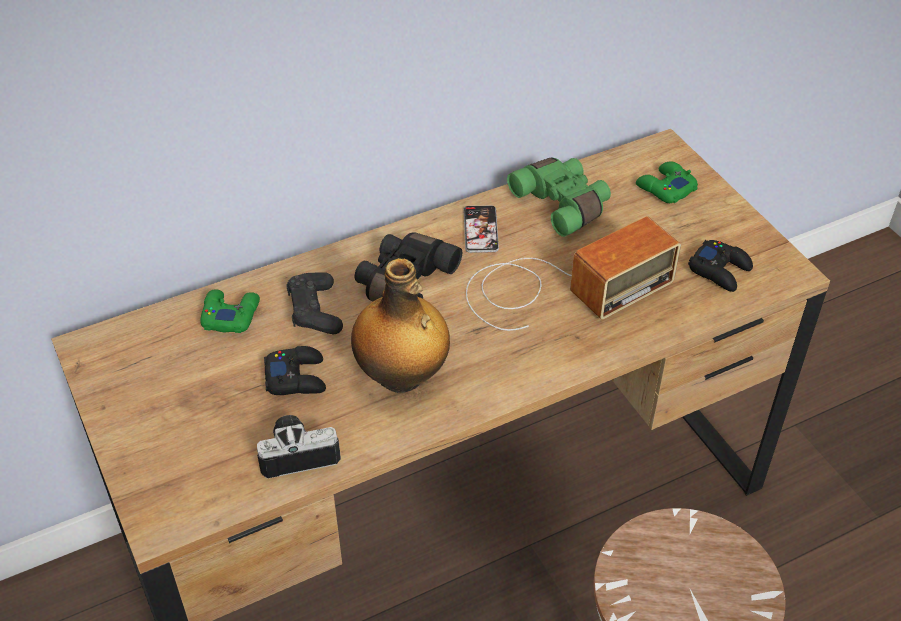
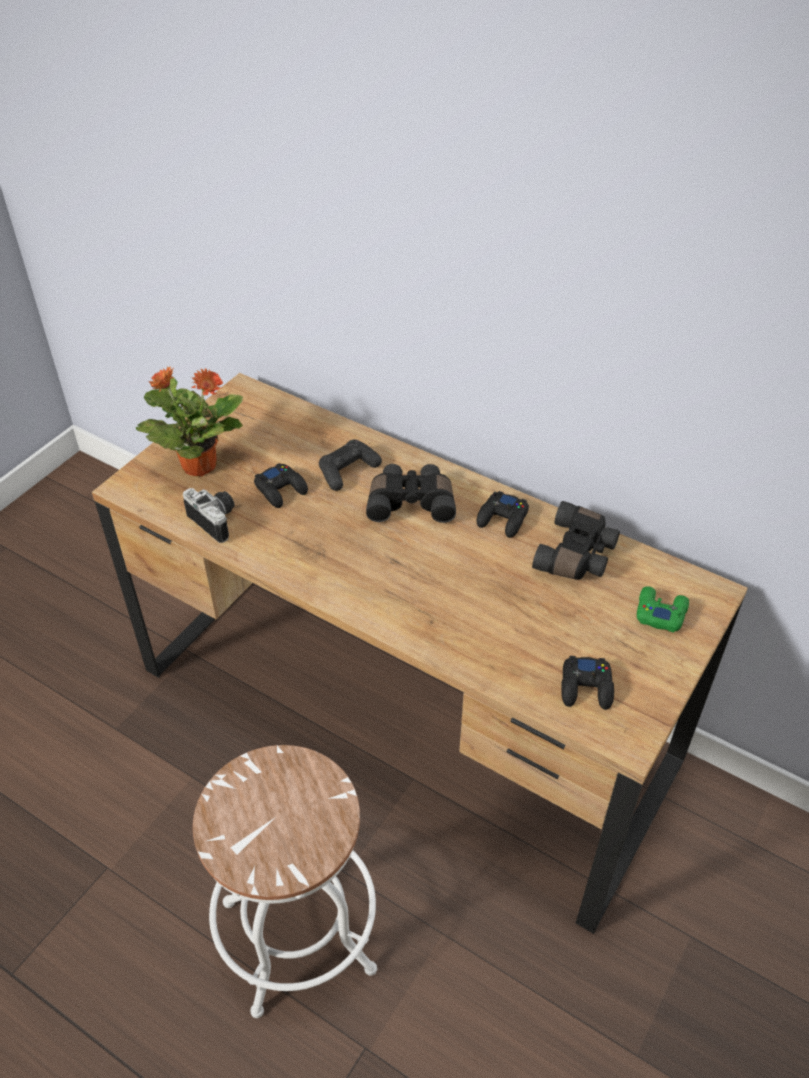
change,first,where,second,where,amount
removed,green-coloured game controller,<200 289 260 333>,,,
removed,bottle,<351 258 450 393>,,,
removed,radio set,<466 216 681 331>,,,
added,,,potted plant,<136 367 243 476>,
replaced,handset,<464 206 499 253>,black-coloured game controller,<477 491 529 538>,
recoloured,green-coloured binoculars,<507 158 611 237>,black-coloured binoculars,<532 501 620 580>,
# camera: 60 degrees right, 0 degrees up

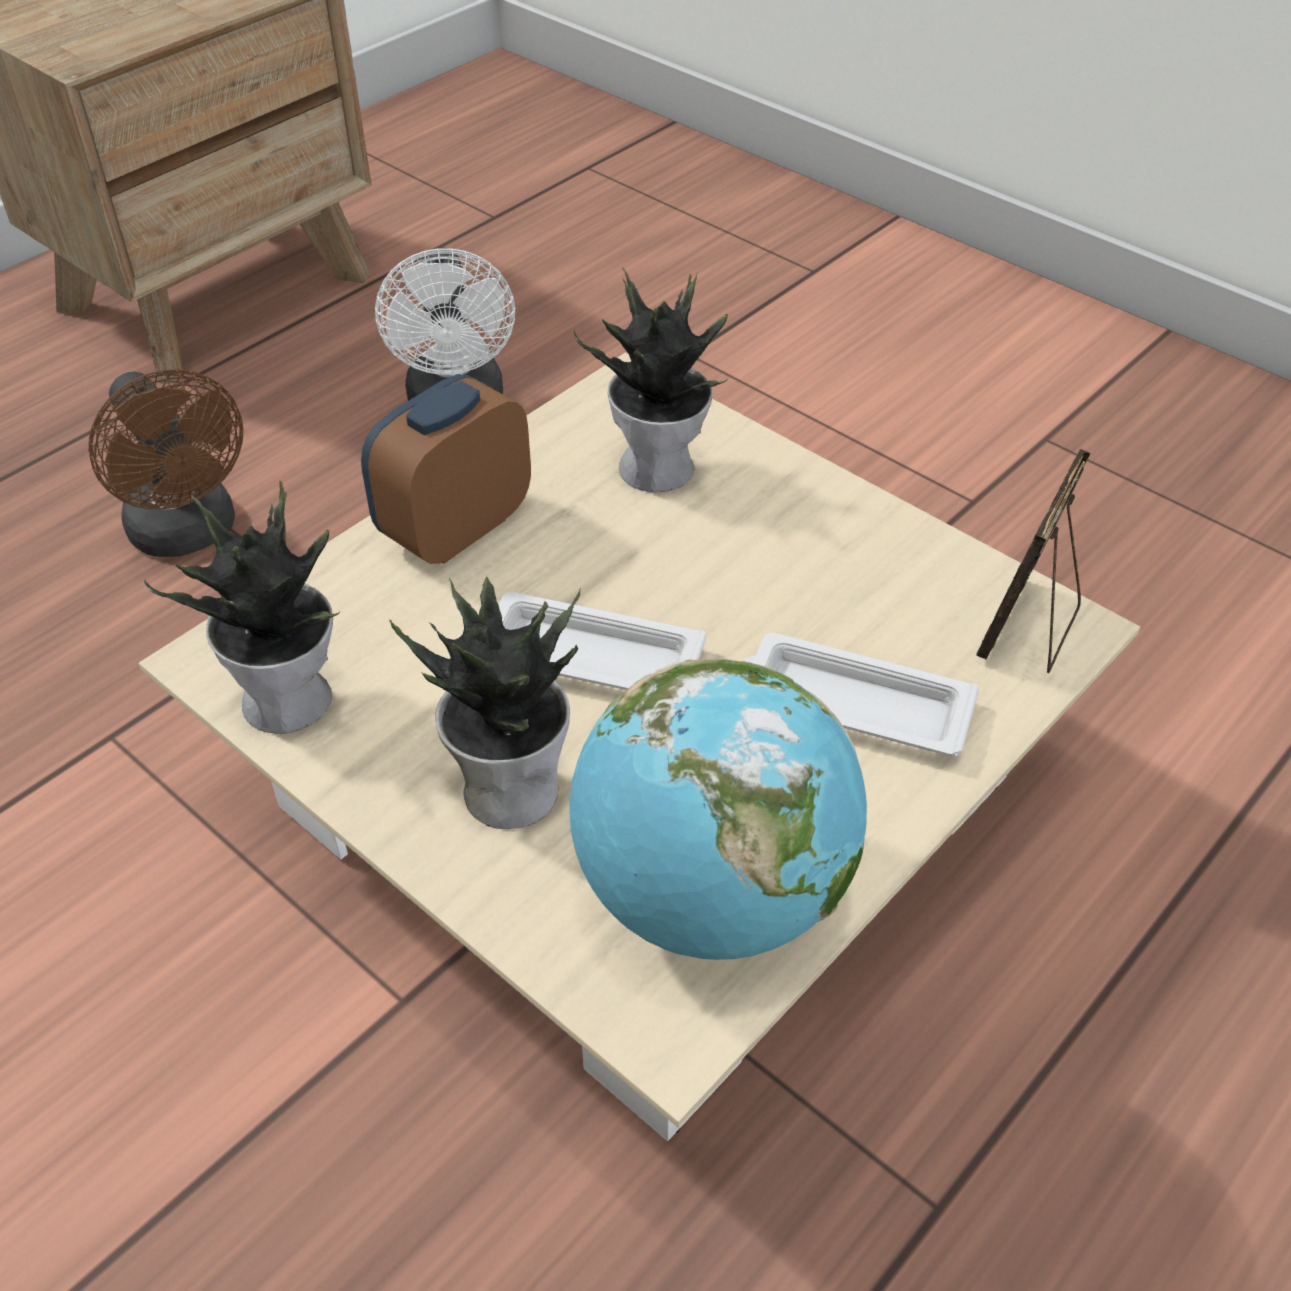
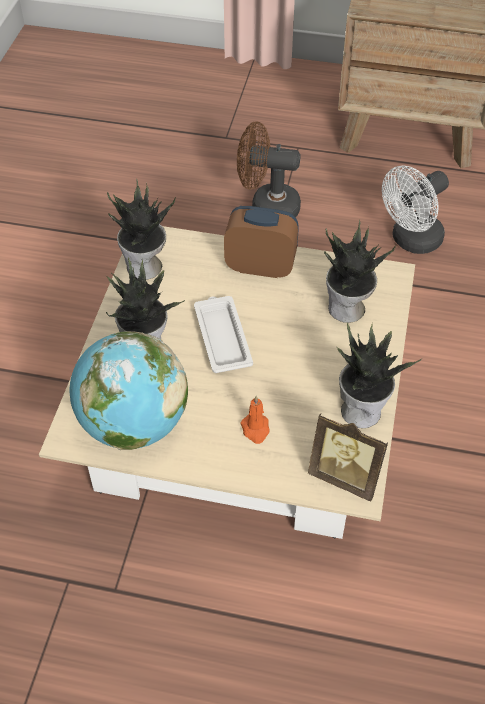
change,first,where,second,where,amount
added,,,potted plant,<337 323 422 428>,
replaced,whitish carrying tray,<743 633 979 757>,orangey wax candle,<240 395 270 444>,
turned,brownish fan,<89 369 244 557>,,<237 121 301 217>,75 degrees clockwise
turned,picture frame,<976 449 1091 673>,,<308 413 388 502>,150 degrees counterclockwise
# camera: 60 degrees right, 5 degrees up

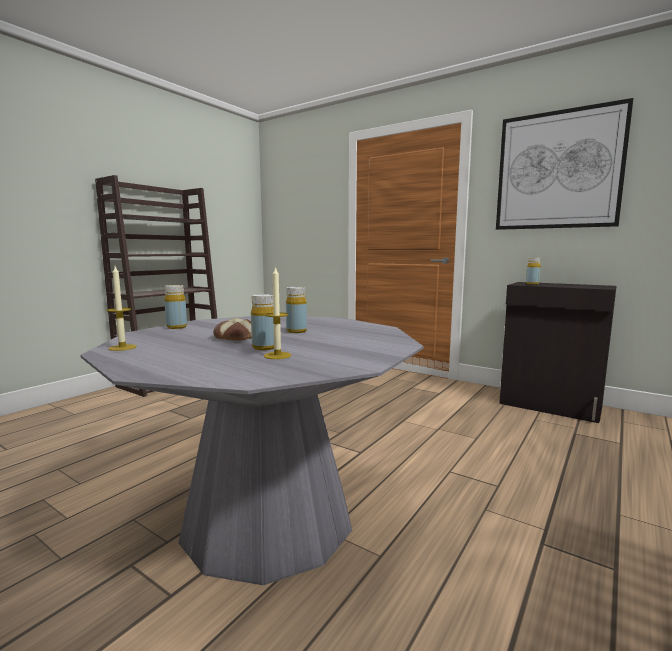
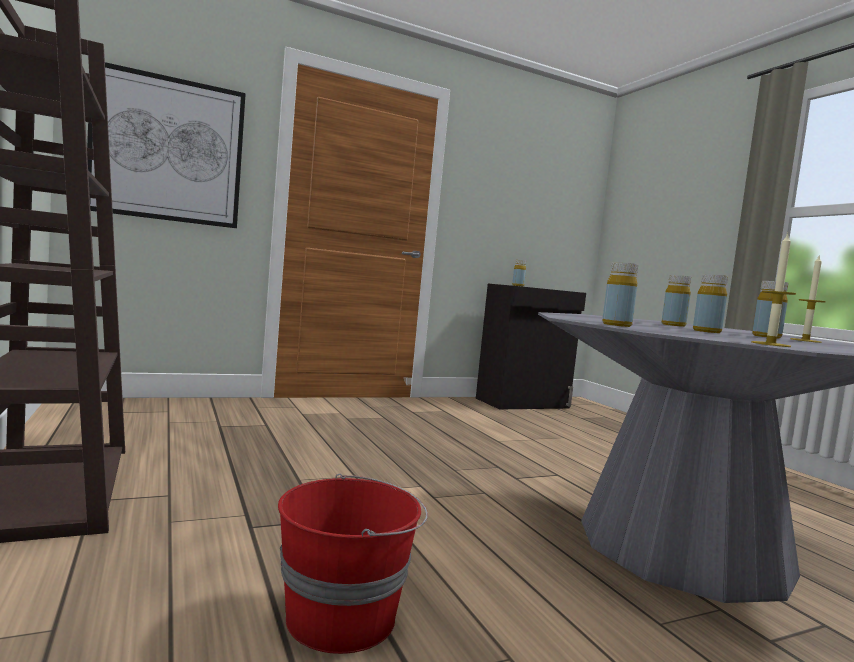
change,first,where,second,where,amount
added,,,red-coloured water bucket,<278 474 428 654>,
moved,wall picture,<496 98 633 230>,,<87 62 246 228>,
replaced,bread,<213 318 252 341>,yellow-coloured bottle,<693 274 728 333>,
# camera: 60 degrees left, 5 degrees down

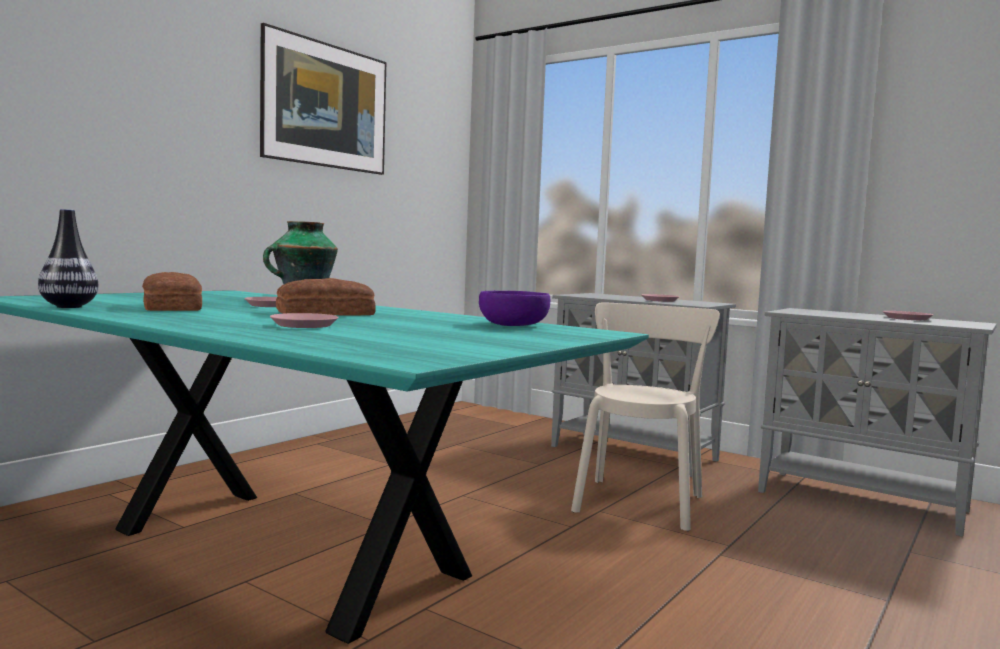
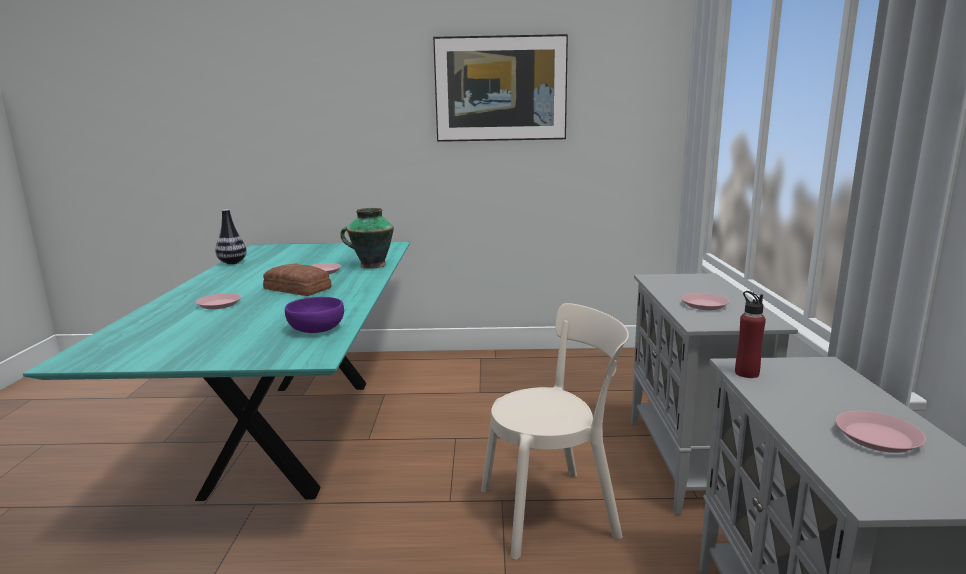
change,first,where,second,where,amount
removed,bread,<142 272 202 311>,,,
added,,,red-coloured bottle,<735 291 766 378>,
# camera: 55 degrees right, 10 degrees up

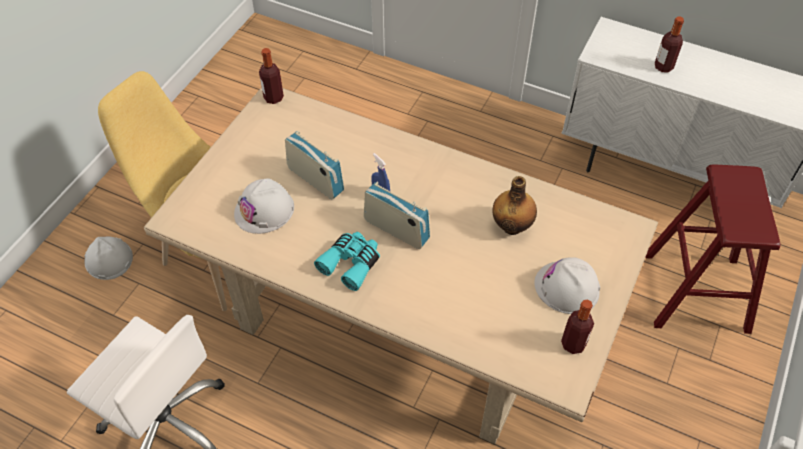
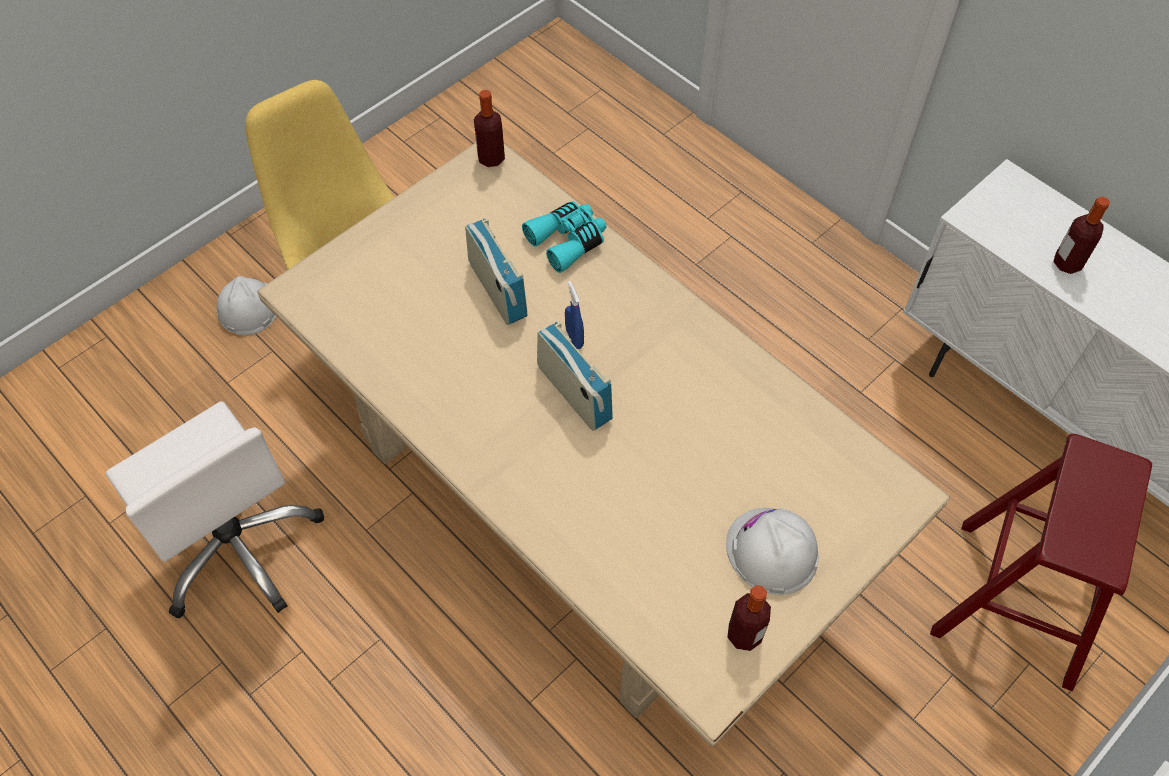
change,first,where,second,where,amount
removed,whitish hard hat,<234 178 294 234>,,,
removed,bottle,<492 176 537 235>,,,
moved,turquoise-coloured binoculars,<314 232 380 291>,,<522 202 607 273>,
# camera: 20 degrees right, 5 degrees up

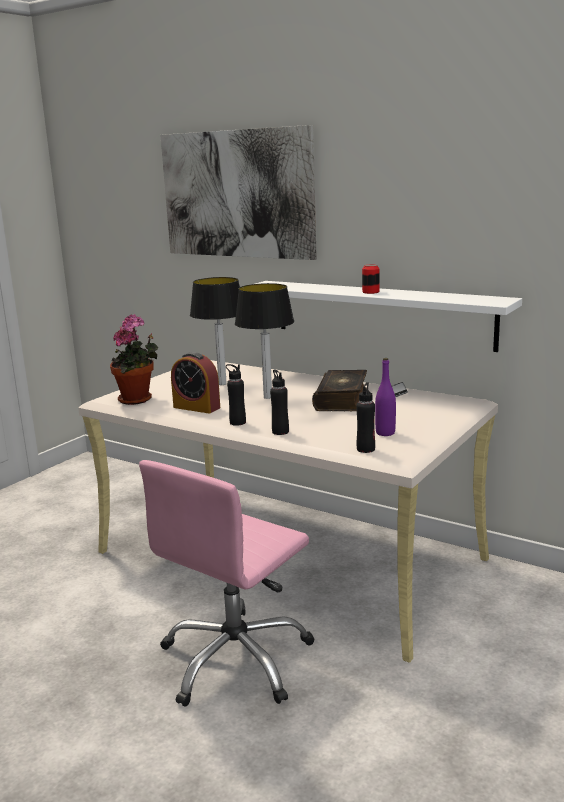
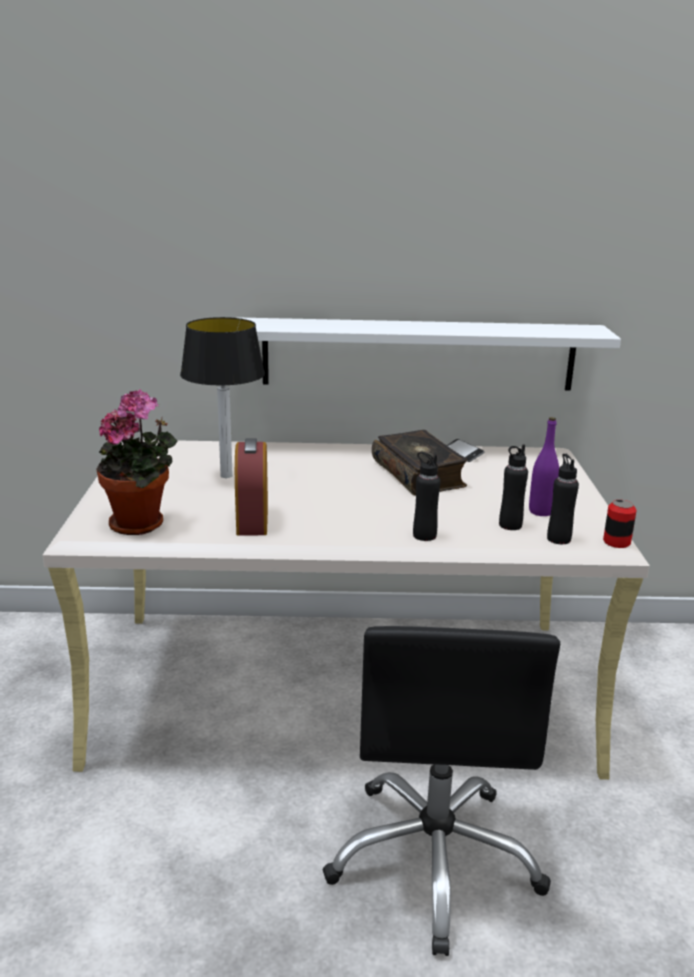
change,first,where,second,where,amount
removed,wall picture,<160 125 317 260>,,,
removed,lamp for a table,<235 283 294 399>,,,
moved,black-coloured bottle,<226 364 246 426>,,<499 444 528 530>,
moved,sealed can,<362 265 379 294>,,<603 500 637 548>,
recoloured,pink computer chair,<139 460 315 707>,black-coloured computer chair,<323 626 560 956>,
turned,alarm clock,<171 352 220 413>,,<235 438 268 536>,90 degrees clockwise
# camera: 35 degrees left, 5 degrees up

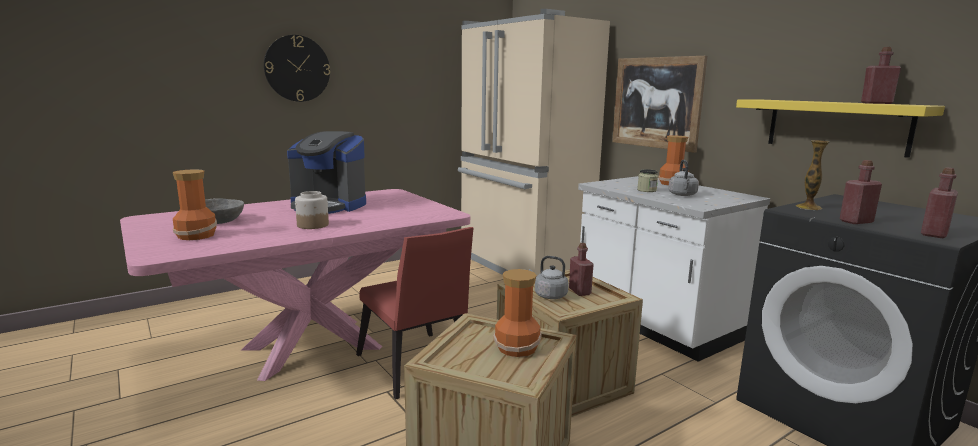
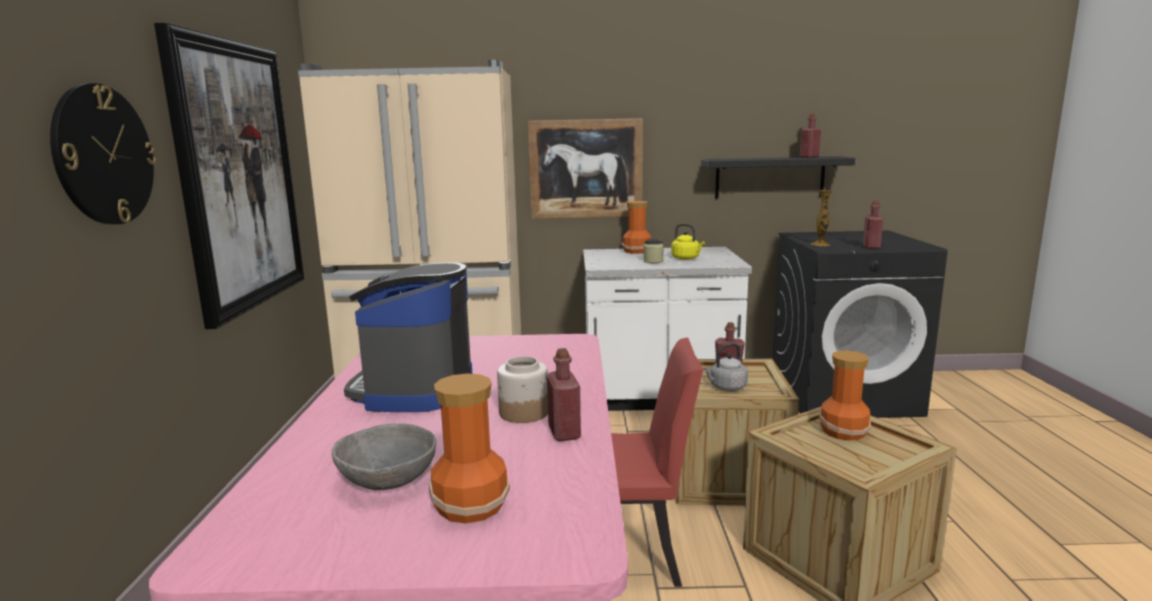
change,first,where,second,where,amount
added,,,wall picture,<154 23 304 329>,
moved,red-coloured bottle,<921 168 958 238>,,<547 348 581 441>,
recoloured,greyish kettle,<668 160 699 196>,yellow-coloured kettle,<671 224 705 260>,
recoloured,yellow-coloured shelf,<736 99 945 158>,black-coloured shelf,<702 156 855 198>,
turned,coffee machine,<287 131 366 214>,,<344 262 472 412>,135 degrees clockwise
# camera: 55 degrees left, 0 degrees up

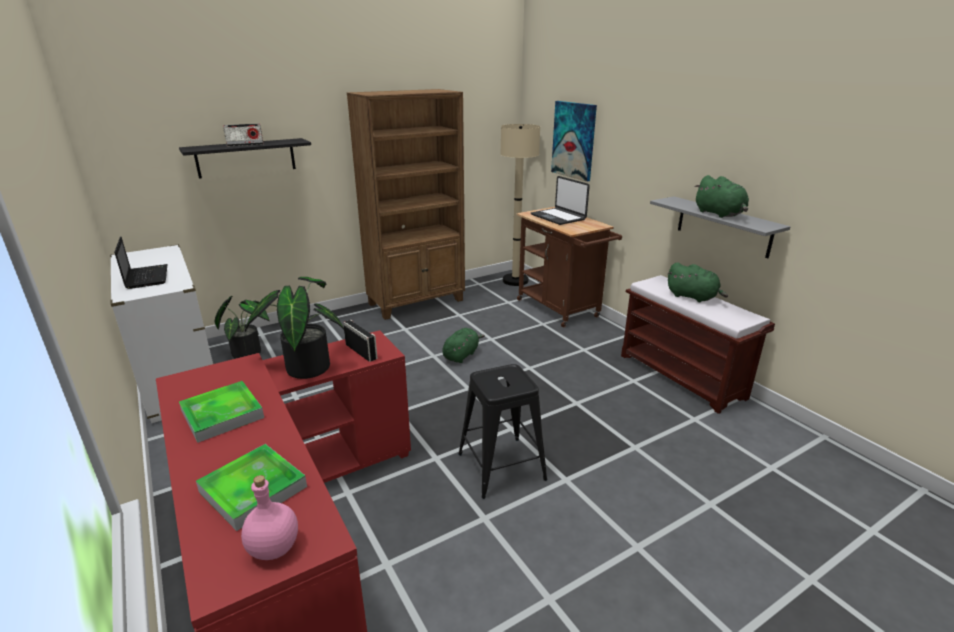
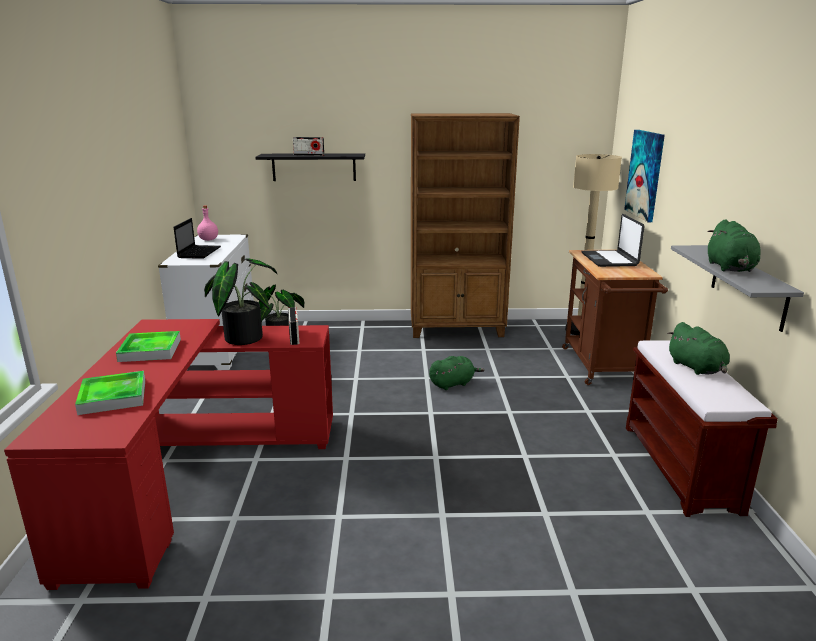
change,first,where,second,where,amount
removed,black-coloured sitting stool,<458 364 547 499>,,,
moved,pink bottle,<241 475 298 560>,,<197 206 218 241>,
# camera: 30 degrees right, 5 degrees down

